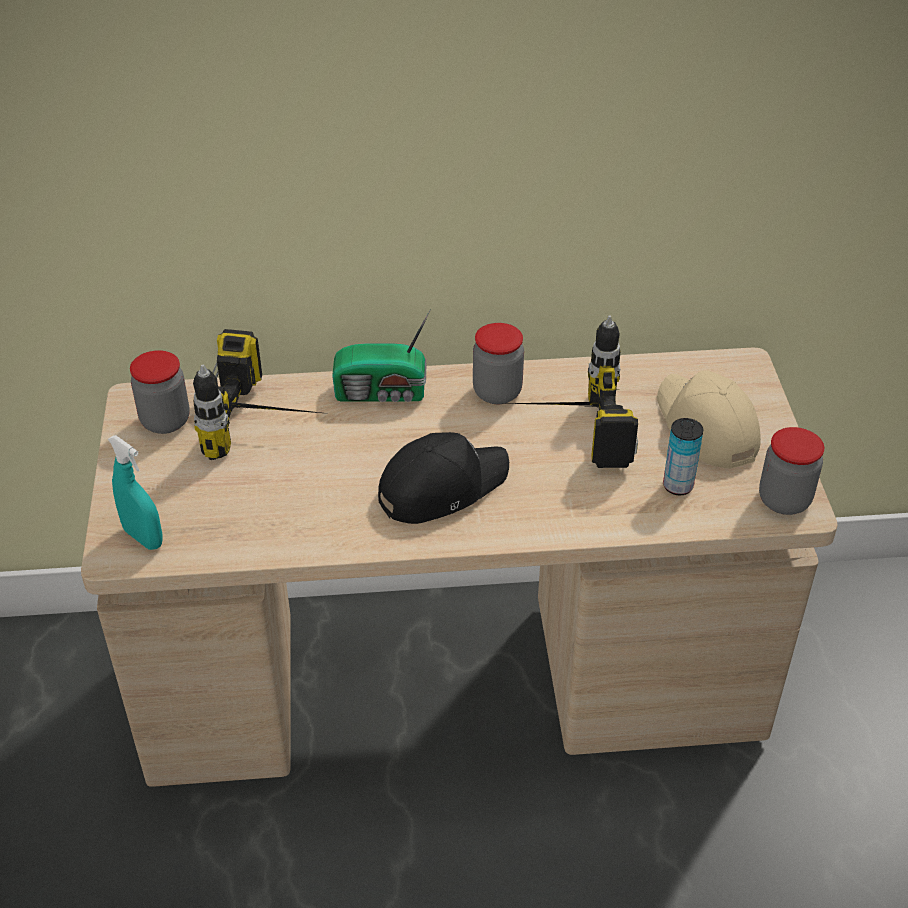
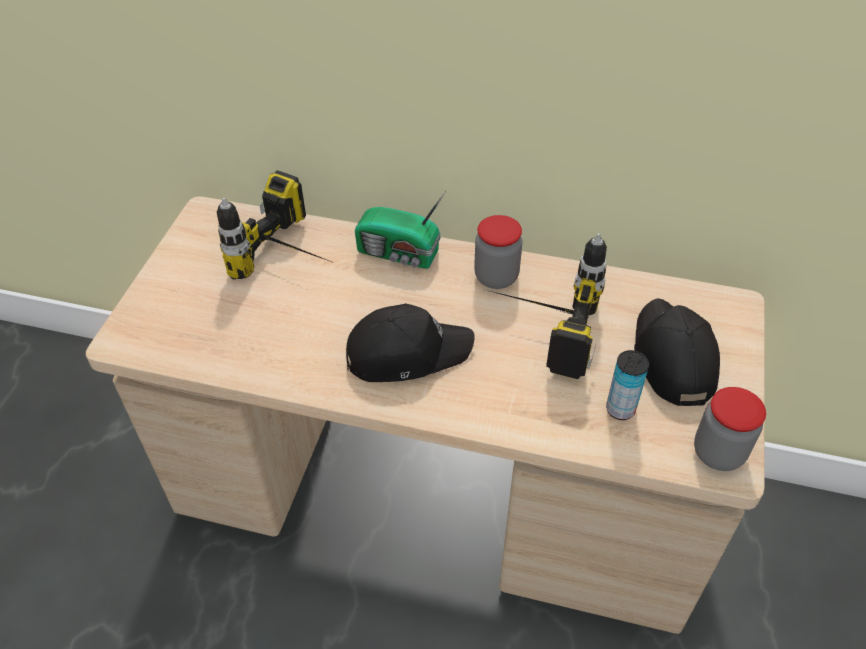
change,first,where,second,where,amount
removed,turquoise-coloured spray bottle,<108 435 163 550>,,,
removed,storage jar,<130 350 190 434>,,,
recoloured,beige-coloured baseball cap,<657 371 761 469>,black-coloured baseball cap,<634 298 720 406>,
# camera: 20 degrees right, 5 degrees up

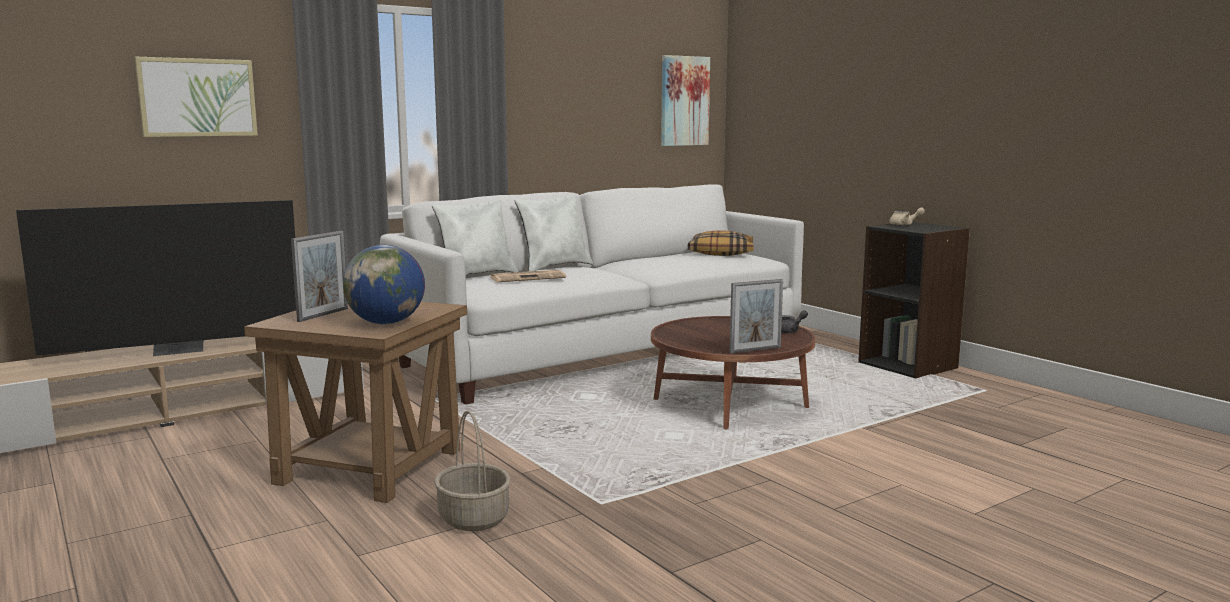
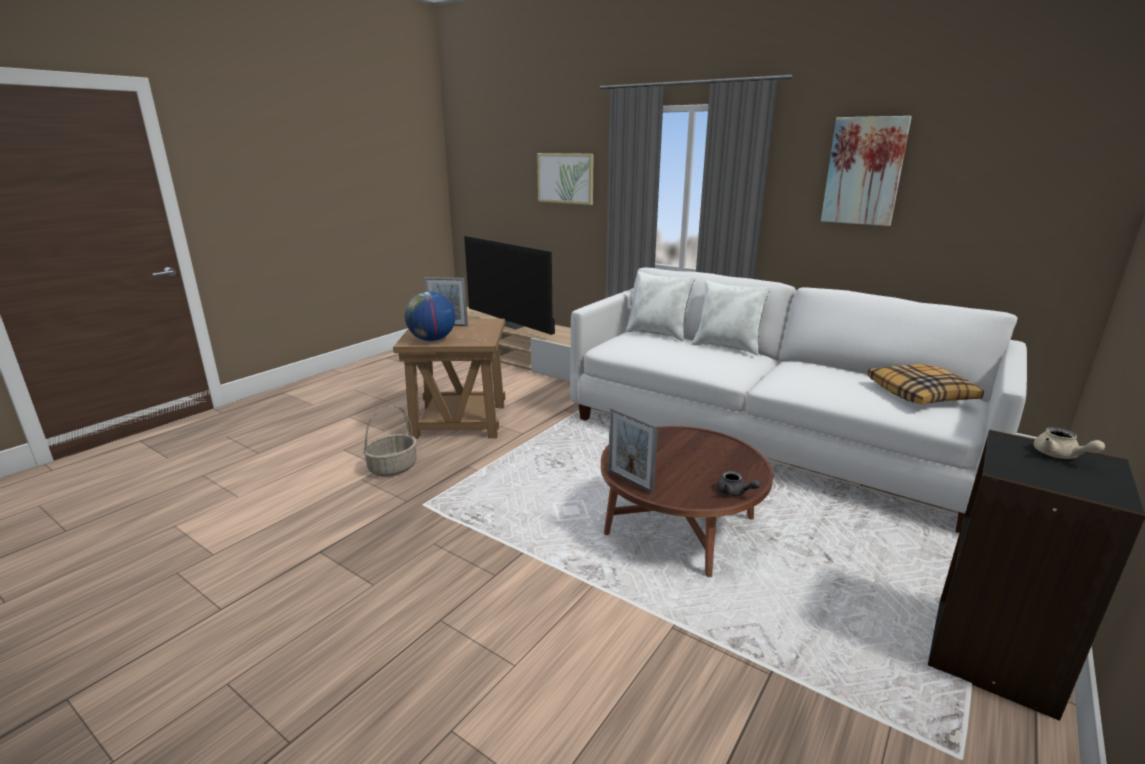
change,first,where,second,where,amount
removed,newspaper,<490 270 566 282>,,,
moved,wall picture,<661 55 710 146>,,<821 116 912 226>,
# camera: 70 degrees right, 10 degrees up

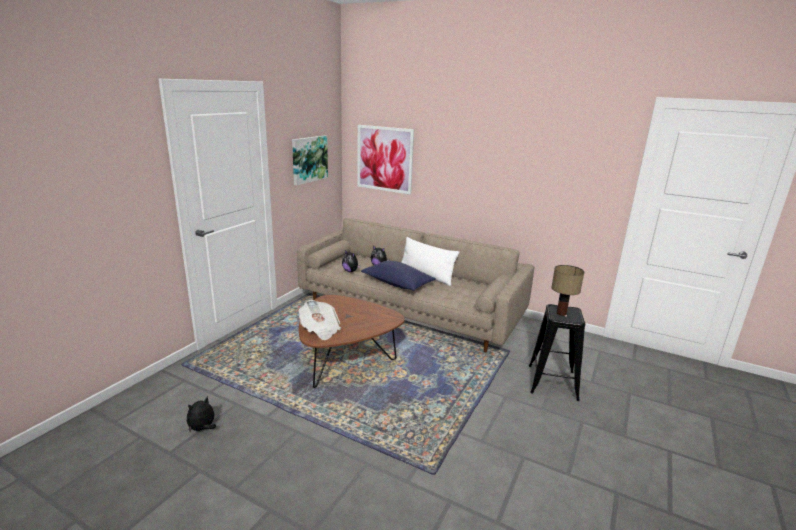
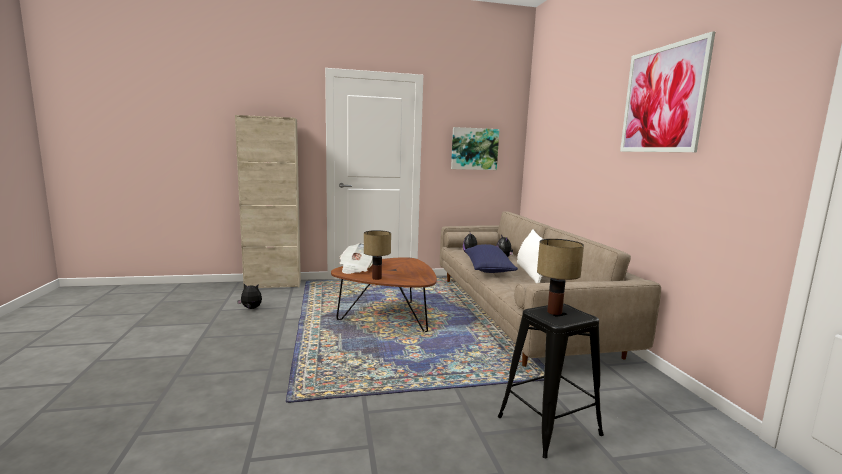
change,first,where,second,where,amount
added,,,beige-coloured cabinet,<235 115 301 288>,
added,,,lamp for a table,<364 230 391 280>,
moved,wall picture,<357 125 414 195>,,<620 31 715 152>,
# camera: 50 degrees right, 10 degrees down

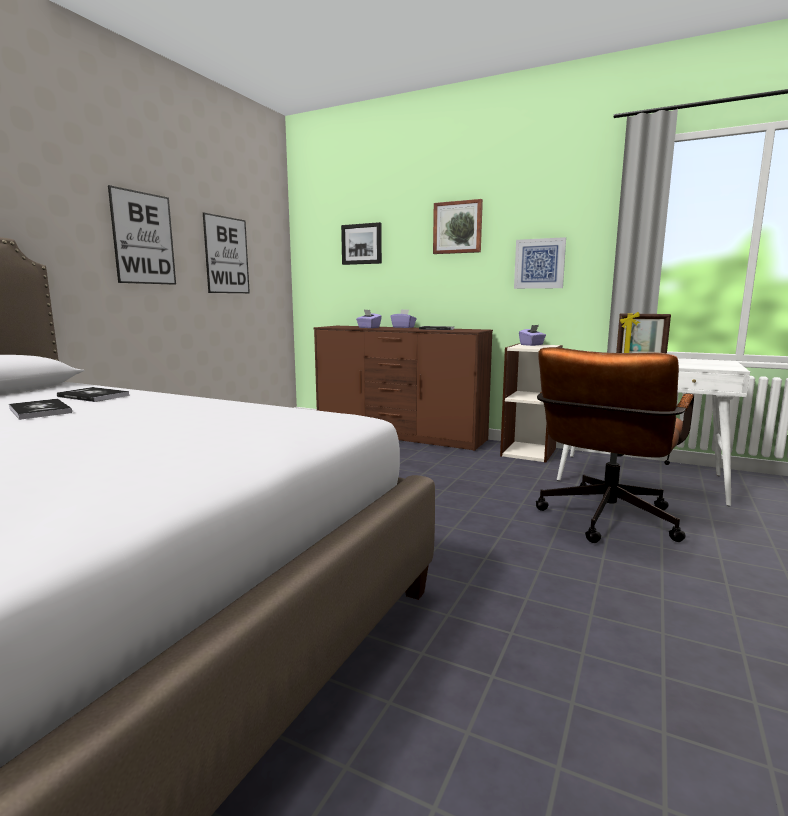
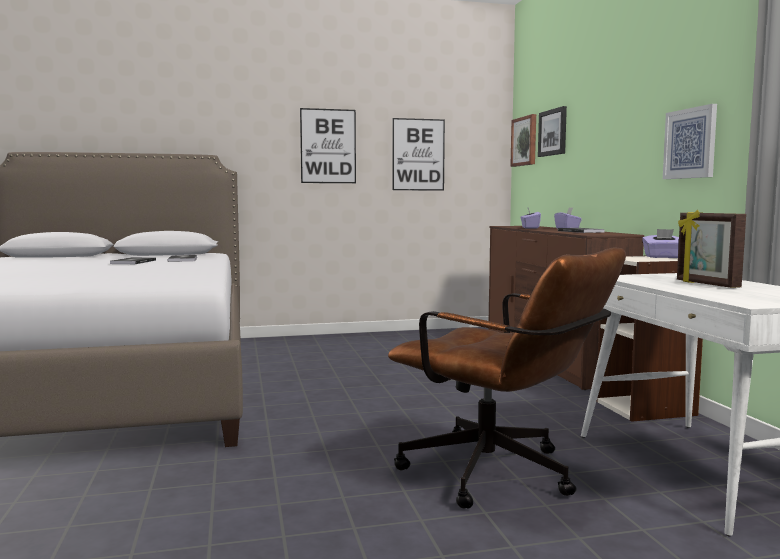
change,first,where,second,where,amount
moved,wall picture,<433 199 483 254>,,<510 114 536 167>,
turned,brownish computer chair,<536 347 694 543>,,<388 247 626 509>,135 degrees counterclockwise
# camera: 50 degrees right, 5 degrees down

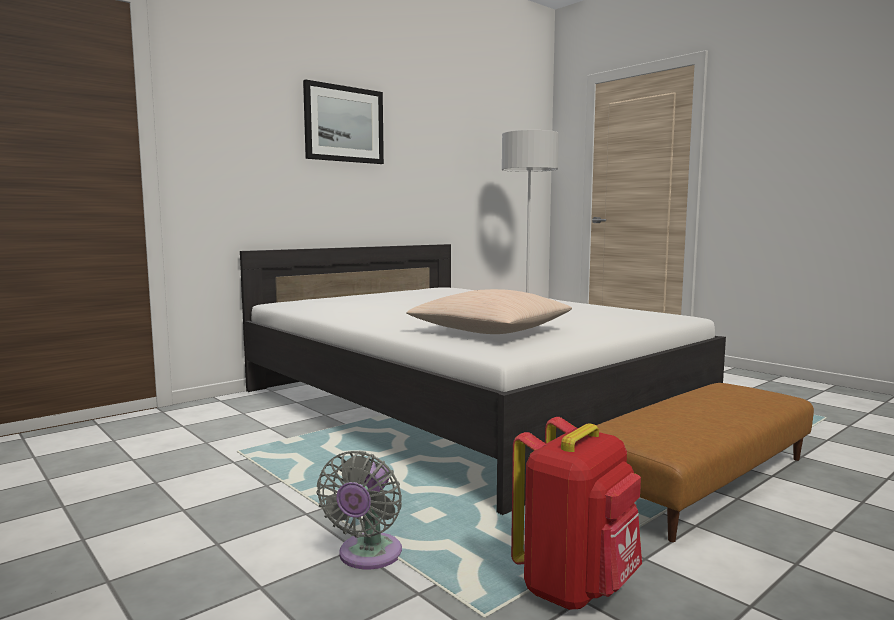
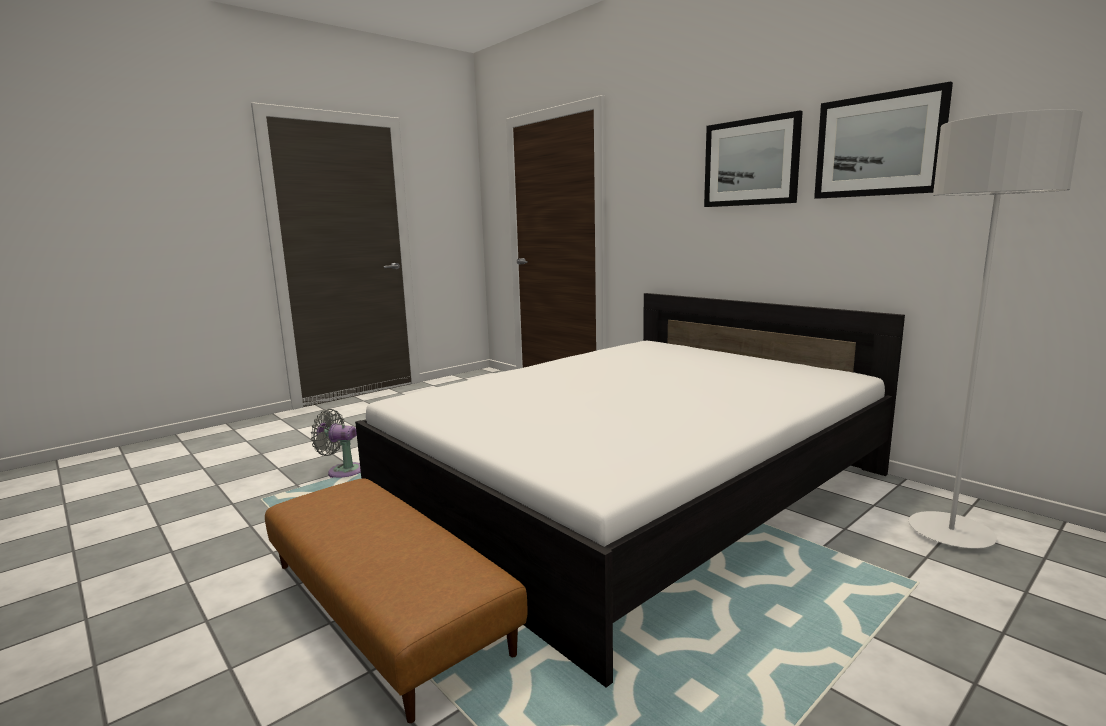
change,first,where,second,where,amount
removed,beige-coloured throw pillow,<407 289 572 334>,,,
removed,red-coloured backpack,<511 417 642 610>,,,
added,,,wall picture,<814 81 953 199>,
# camera: 90 degrees right, 5 degrees up

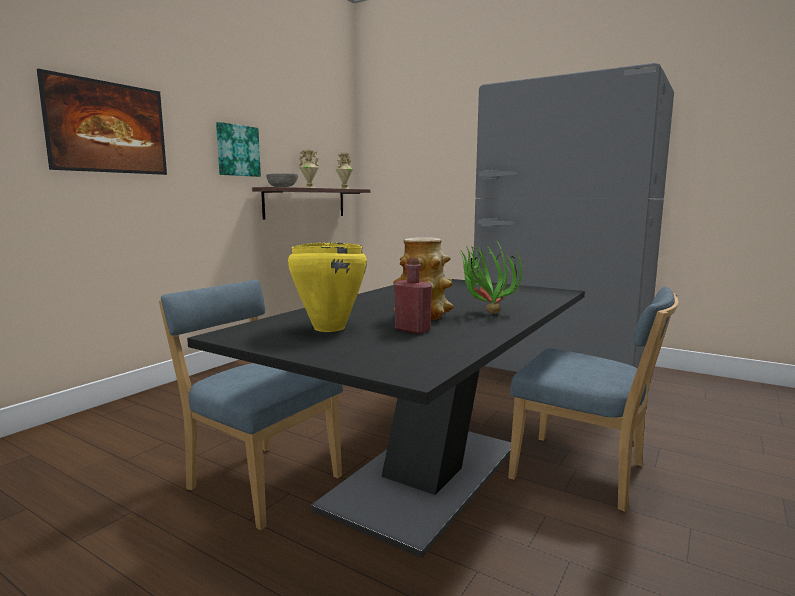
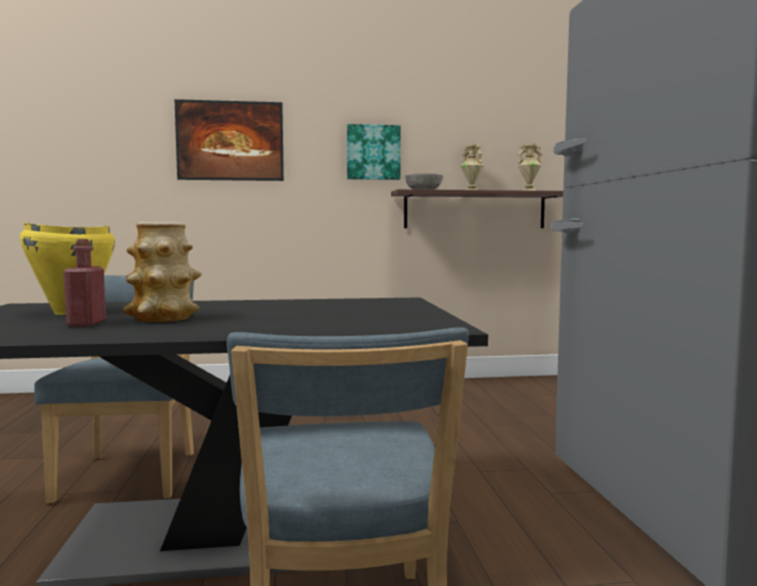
change,first,where,second,where,amount
removed,potted plant,<460 241 522 314>,,,
# camera: 50 degrees right, 5 degrees down

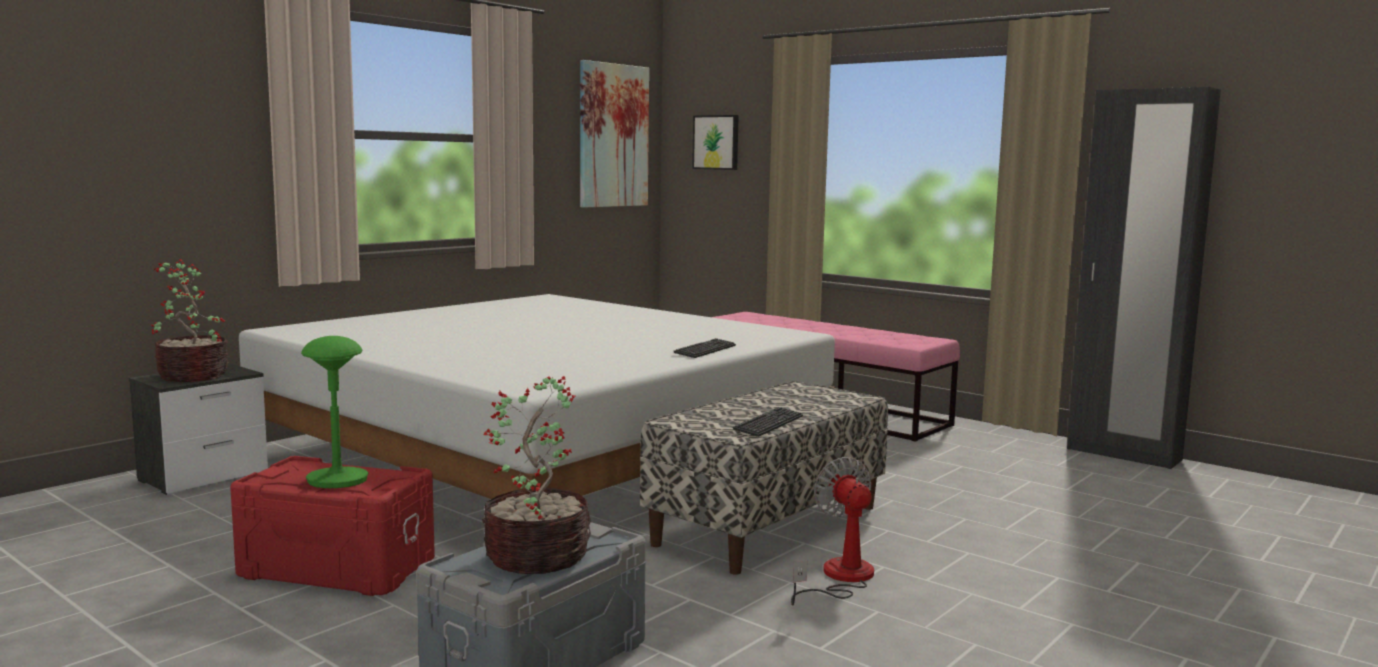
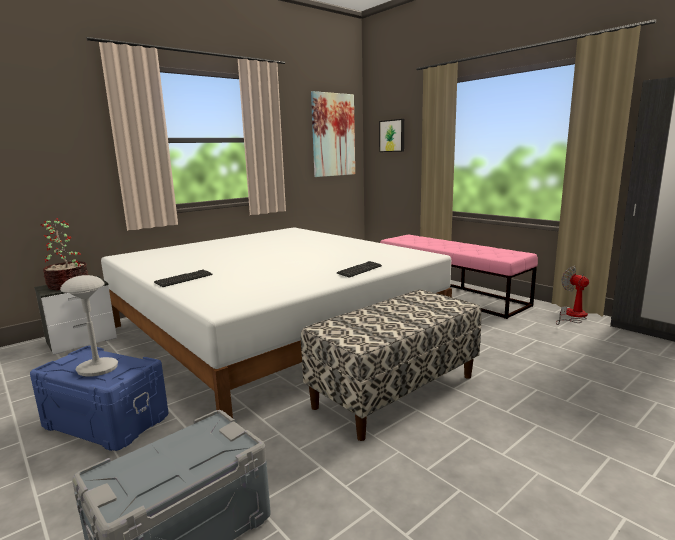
change,first,where,second,where,amount
removed,potted plant,<482 376 591 574>,,,
moved,computer keyboard,<732 407 803 437>,,<154 269 212 287>,
moved,fan,<791 457 874 606>,,<556 266 589 325>,
recoloured,red-coloured storage container,<230 456 435 596>,blue storage container,<30 346 169 451>,
recoloured,green-coloured lamp for a table,<301 336 368 488>,greyish lamp for a table,<60 275 118 377>,
# camera: 10 degrees right, 5 degrees up

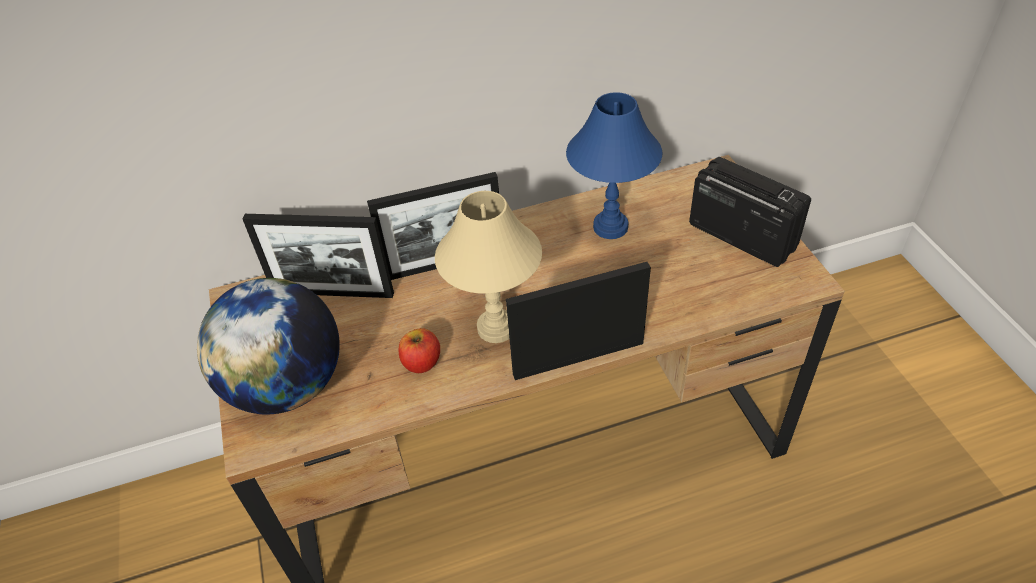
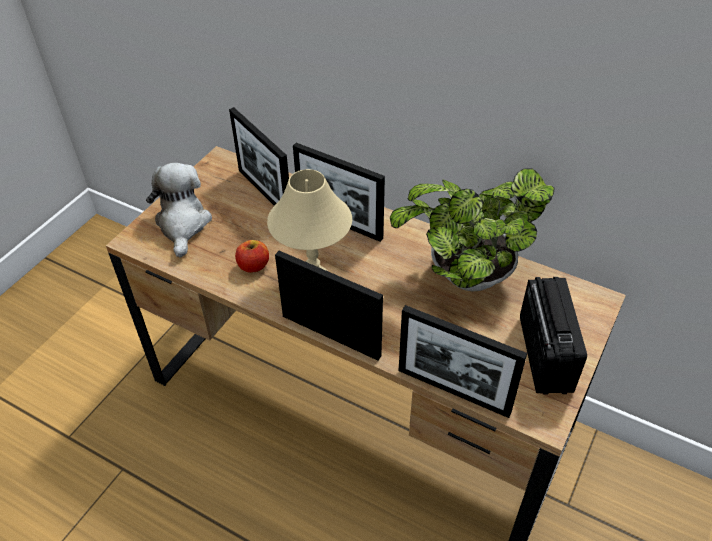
change,first,where,second,where,amount
added,,,picture frame,<399 305 527 418>,
replaced,world globe,<197 278 340 414>,soft toy,<146 163 212 258>,
replaced,blue lamp for a table,<566 92 662 239>,potted plant,<390 168 554 291>,
# camera: 45 degrees right, 0 degrees up

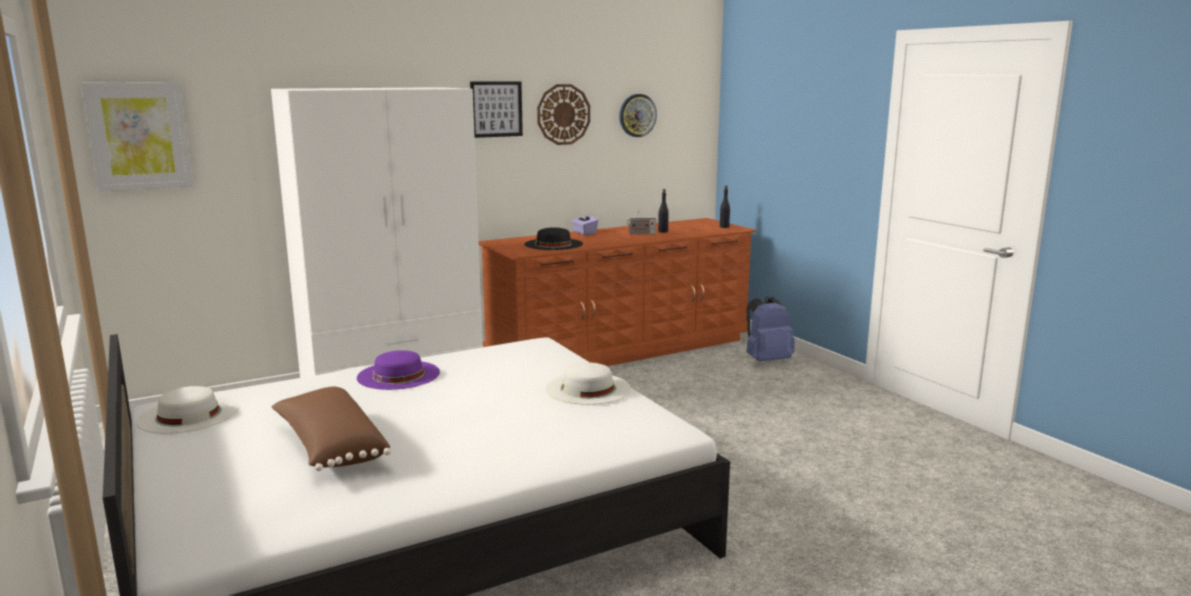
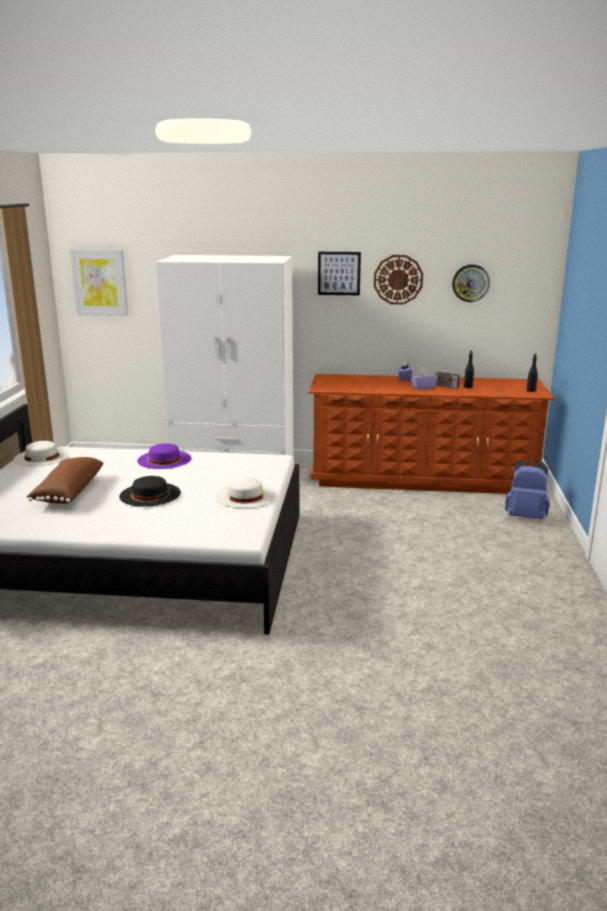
change,first,where,second,where,amount
added,,,purple-coloured tissue holder,<410 369 438 389>,
moved,black-coloured clothing hat,<524 227 583 250>,,<119 476 181 507>,
# camera: 35 degrees right, 5 degrees up

